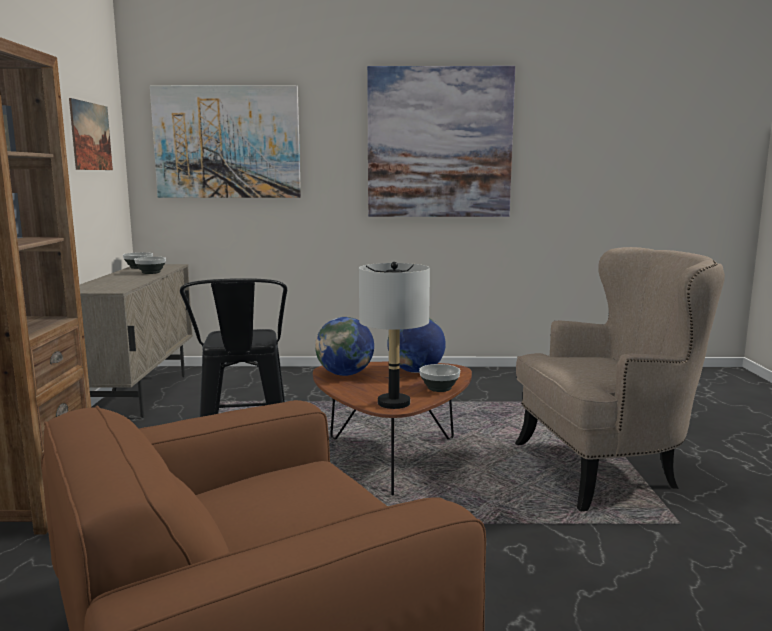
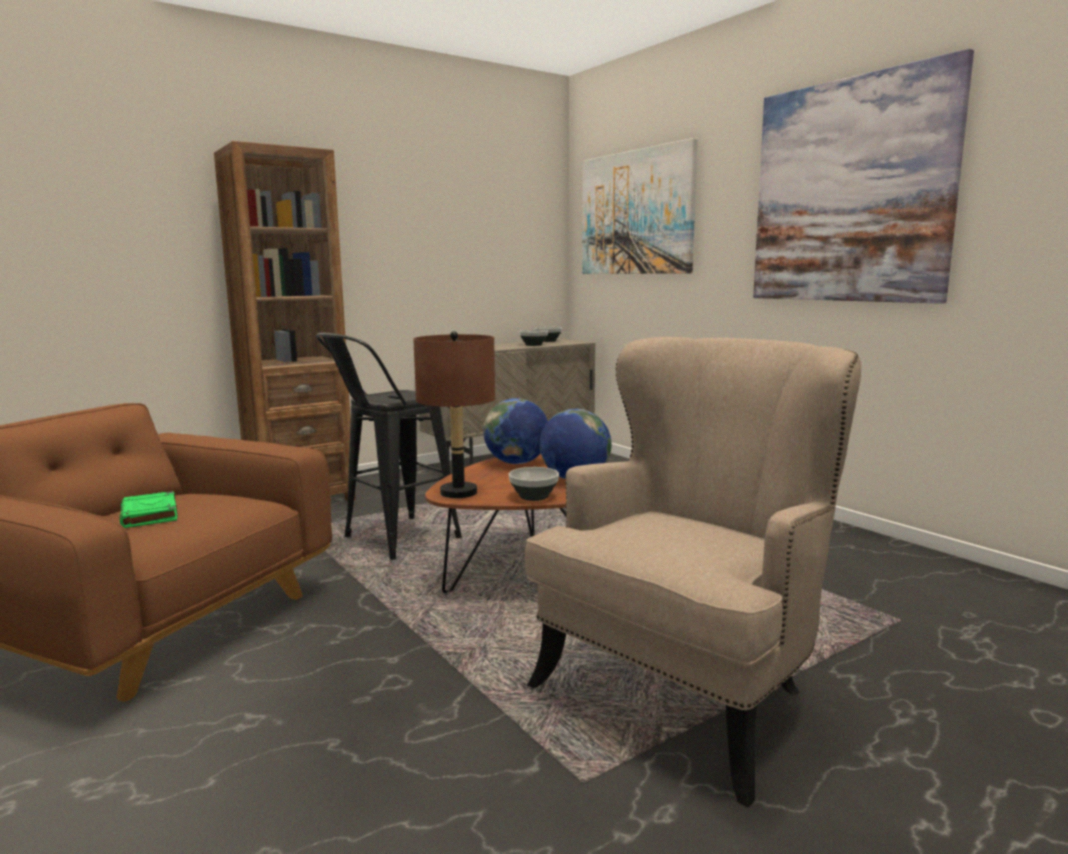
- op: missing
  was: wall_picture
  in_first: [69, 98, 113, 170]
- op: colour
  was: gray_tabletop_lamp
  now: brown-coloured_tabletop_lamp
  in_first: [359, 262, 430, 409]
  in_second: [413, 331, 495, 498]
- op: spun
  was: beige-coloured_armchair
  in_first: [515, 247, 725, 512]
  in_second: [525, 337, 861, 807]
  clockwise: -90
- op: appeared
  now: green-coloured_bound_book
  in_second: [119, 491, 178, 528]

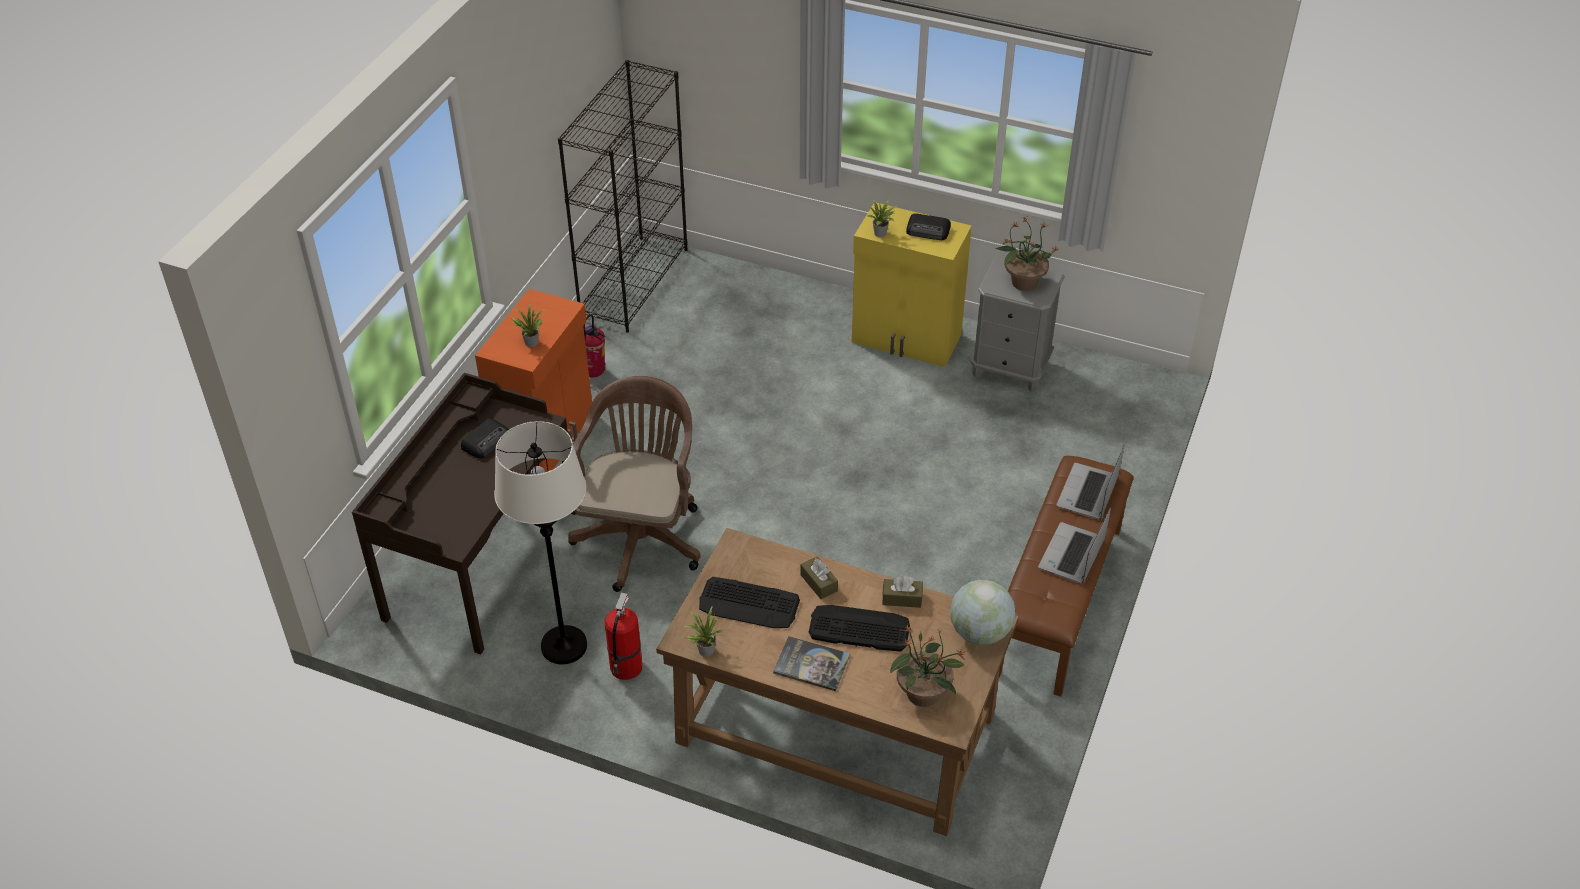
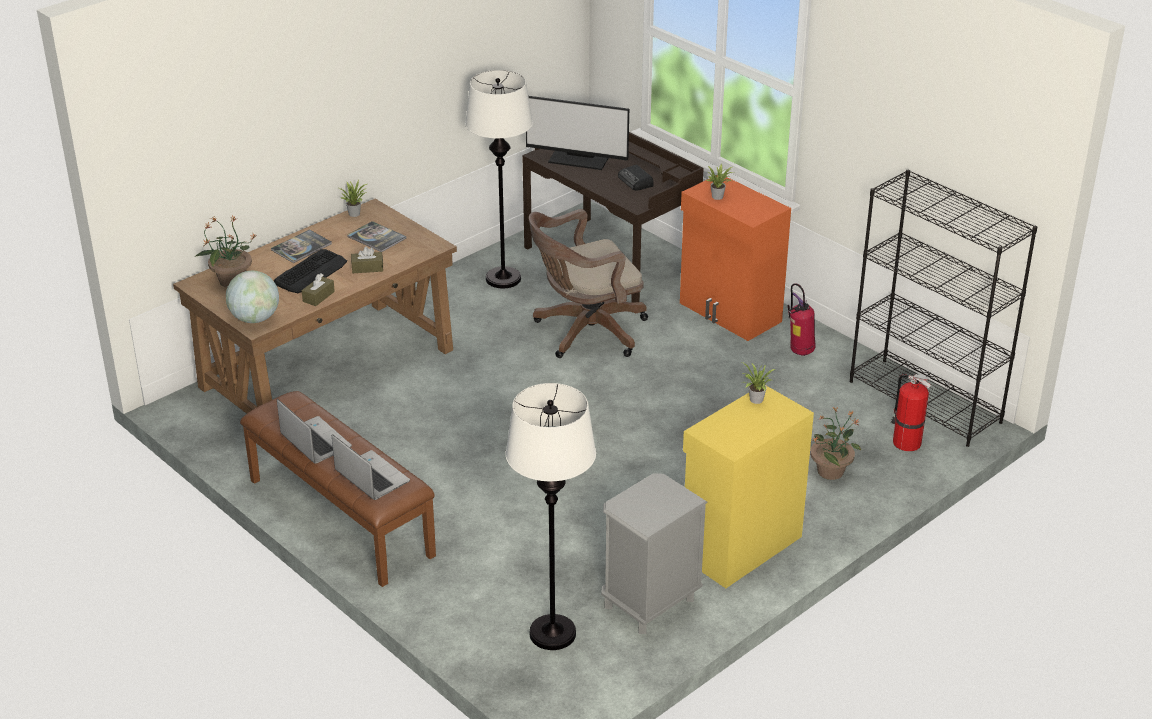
- op: spun
  was: brown-coloured_desk_chair
  in_first: [568, 376, 701, 592]
  in_second: [529, 209, 648, 358]
  clockwise: 120
- op: relocated
  was: extinguisher
  in_first: [605, 593, 642, 680]
  in_second: [891, 374, 931, 451]
- op: exchanged
  was: computer_keyboard
  now: bound_book
  in_first: [699, 577, 800, 628]
  in_second: [347, 221, 406, 252]
- op: missing
  was: radio_receiver
  in_first: [906, 213, 951, 240]
- op: relocated
  was: plant_in_a_pot
  in_first: [996, 217, 1059, 291]
  in_second: [810, 407, 861, 480]
- op: appeared
  now: white-coloured_standard_lamp
  in_second: [506, 383, 596, 650]
- op: appeared
  now: monitor
  in_second: [526, 96, 629, 170]

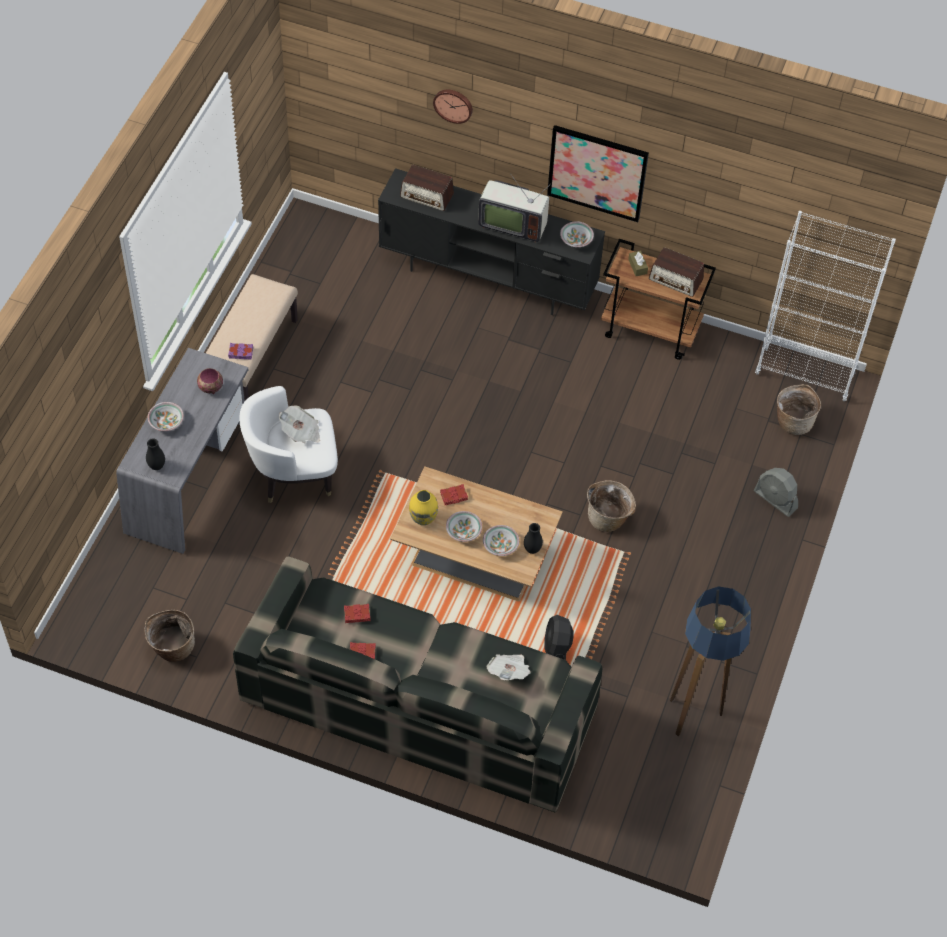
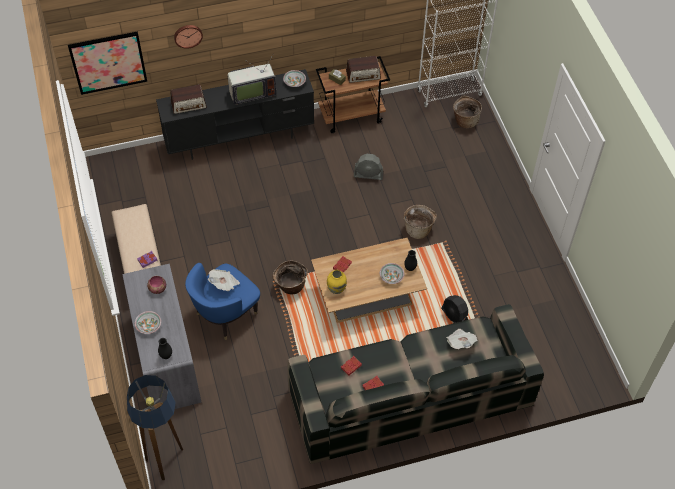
- op: relocated
  was: household_basket
  in_first: [144, 610, 195, 662]
  in_second: [273, 260, 308, 294]
- op: colour
  was: white-coloured_armchair
  now: bluish_armchair
  in_first: [239, 386, 338, 503]
  in_second: [185, 263, 260, 340]
- op: missing
  was: serving_bowl
  in_first: [446, 511, 482, 542]
- op: relocated
  was: wall_picture
  in_first: [547, 125, 649, 222]
  in_second: [68, 31, 147, 95]
- op: relocated
  was: standard_lamp
  in_first: [670, 587, 751, 737]
  in_second: [127, 375, 183, 481]
- op: relocated
  was: gray_cooling_fan
  in_first: [754, 468, 798, 517]
  in_second: [354, 154, 384, 180]

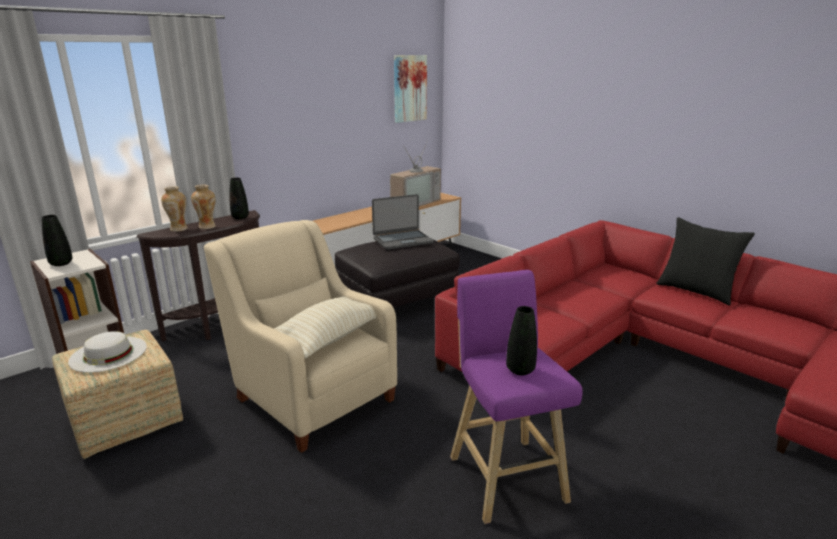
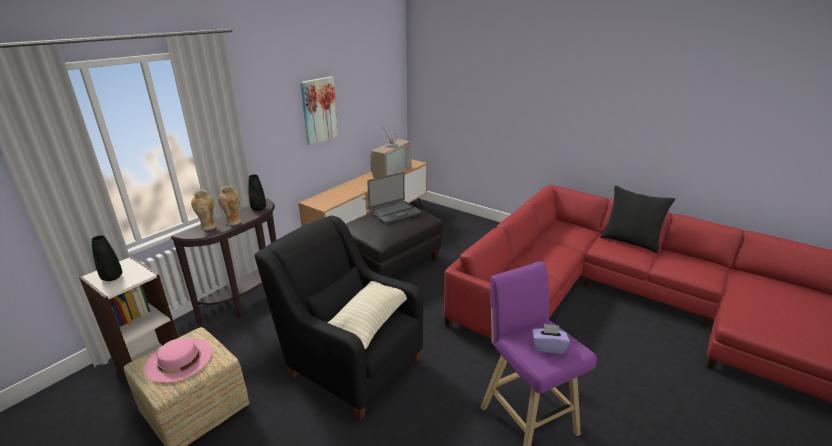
- op: colour
  was: white-coloured_clothing_hat
  now: pink_clothing_hat
  in_first: [68, 331, 147, 373]
  in_second: [144, 338, 212, 383]
- op: colour
  was: beige-coloured_armchair
  now: blackish_armchair
  in_first: [204, 220, 397, 453]
  in_second: [254, 216, 423, 420]
- op: relocated
  was: wall_picture
  in_first: [394, 55, 427, 123]
  in_second: [300, 76, 338, 145]
- op: exchanged
  was: blackish_decorative_vase
  now: purple-coloured_box_of_tissues
  in_first: [506, 306, 537, 375]
  in_second: [532, 324, 570, 354]

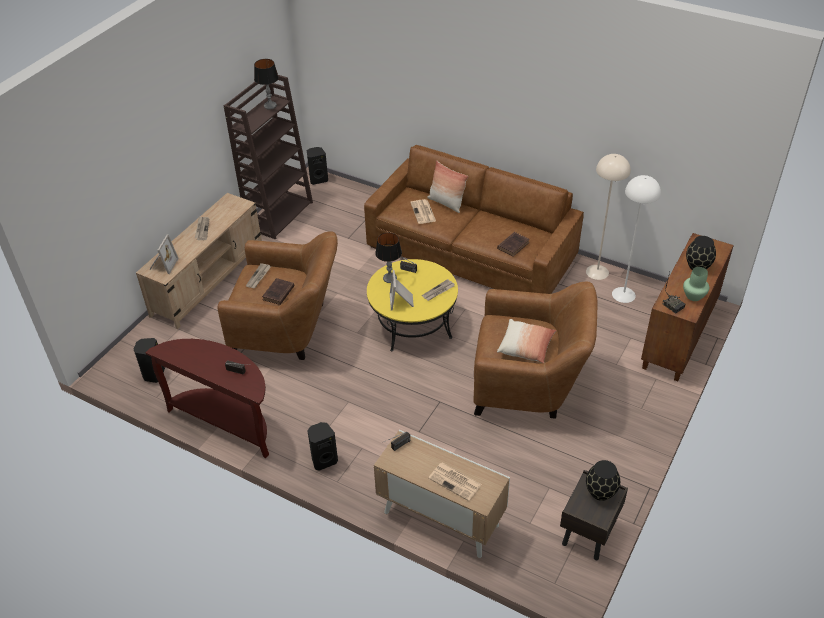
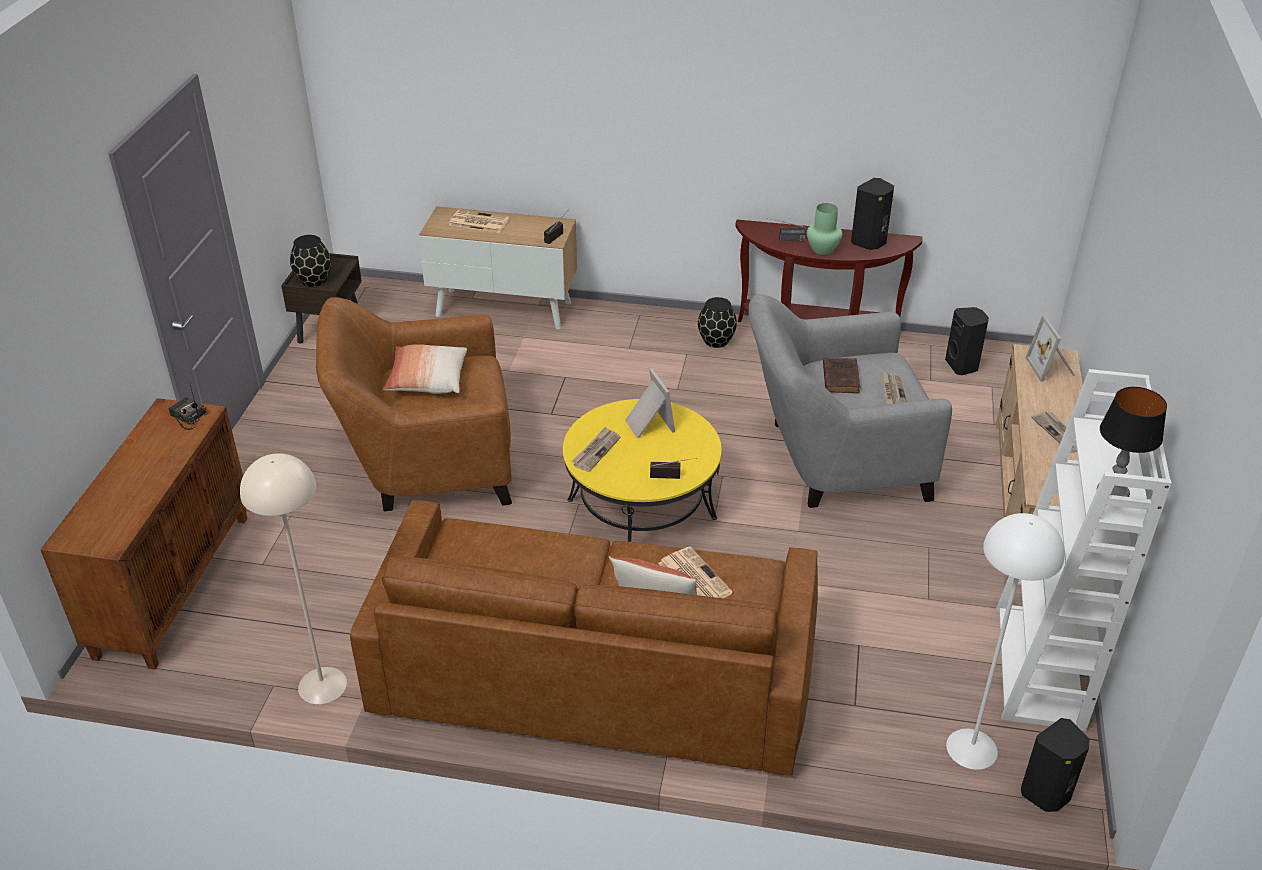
- op: colour
  was: brown-coloured_armchair
  now: gray_armchair
  in_first: [218, 231, 338, 360]
  in_second: [749, 294, 952, 508]
- op: colour
  was: brown-coloured_bookcase
  now: white-coloured_bookcase
  in_first: [224, 75, 313, 239]
  in_second: [996, 369, 1172, 731]
- op: relocated
  was: blackish_audio_speaker
  in_first: [307, 422, 338, 471]
  in_second: [851, 178, 894, 250]
- op: missing
  was: tabletop_lamp
  in_first: [375, 233, 402, 283]
- op: missing
  was: brown-coloured_bound_book
  in_first: [497, 232, 530, 257]
- op: relocated
  was: white-coloured_standard_lamp
  in_first: [612, 175, 661, 303]
  in_second: [946, 513, 1065, 770]
- op: relocated
  was: green-coloured_decorative_vase
  in_first: [683, 267, 709, 301]
  in_second: [807, 203, 842, 255]
- op: relocated
  was: blackish_decorative_vase
  in_first: [686, 236, 716, 270]
  in_second: [698, 297, 737, 348]

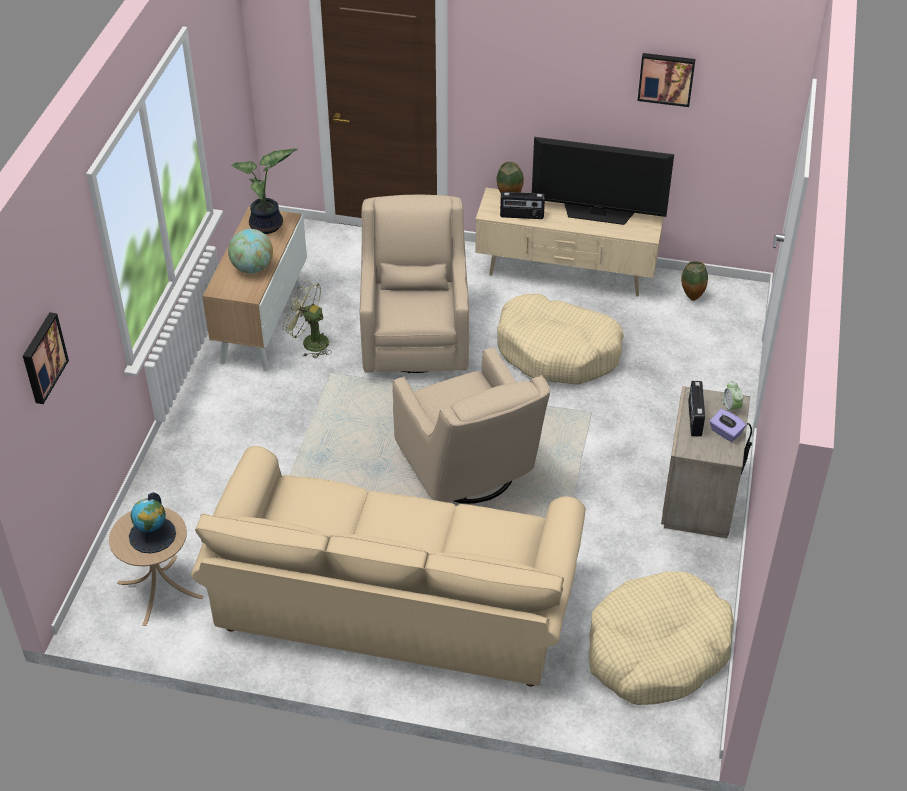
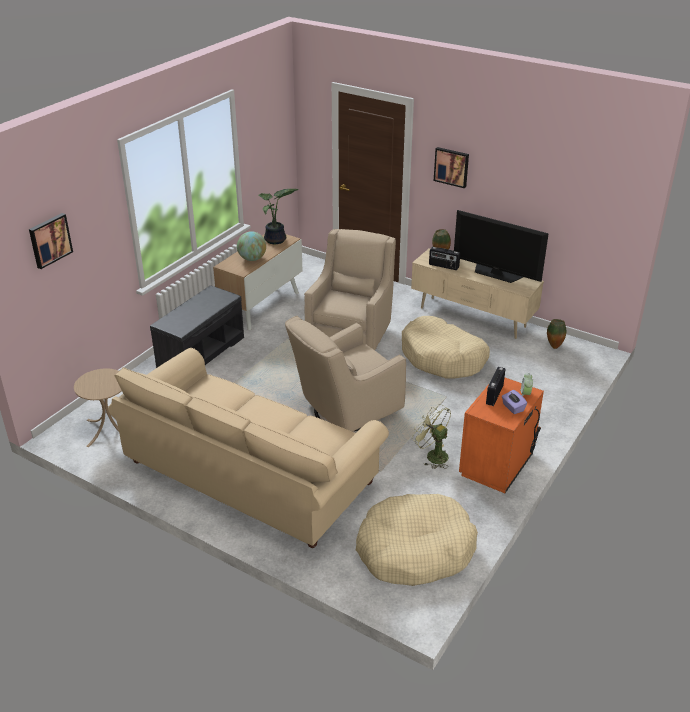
- op: missing
  was: desk_globe
  in_first: [129, 492, 176, 553]
- op: relocated
  was: green-coloured_cooling_fan
  in_first: [283, 280, 332, 358]
  in_second: [412, 404, 451, 469]
- op: spun
  was: beige-coloured_armchair
  in_first: [393, 347, 550, 504]
  in_second: [285, 316, 406, 432]
  clockwise: 60
- op: relocated
  was: wall_picture
  in_first: [638, 53, 695, 107]
  in_second: [434, 147, 469, 188]
- op: colour
  was: beige-coloured_night_table
  now: orangey_night_table
  in_first: [661, 386, 752, 538]
  in_second: [459, 377, 544, 493]
- op: appeared
  now: gray_bench
  in_second: [150, 285, 244, 368]

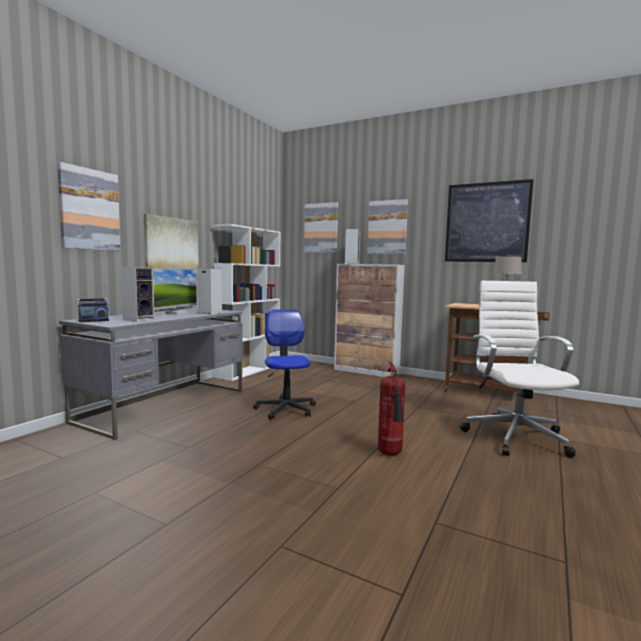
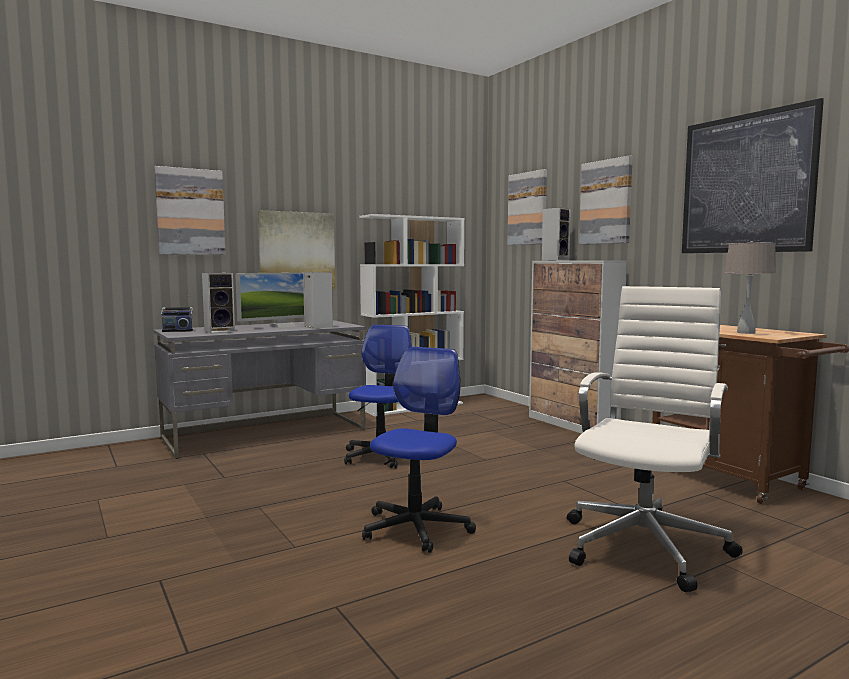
- op: exchanged
  was: extinguisher
  now: desk_chair
  in_first: [378, 362, 405, 456]
  in_second: [362, 347, 476, 553]

